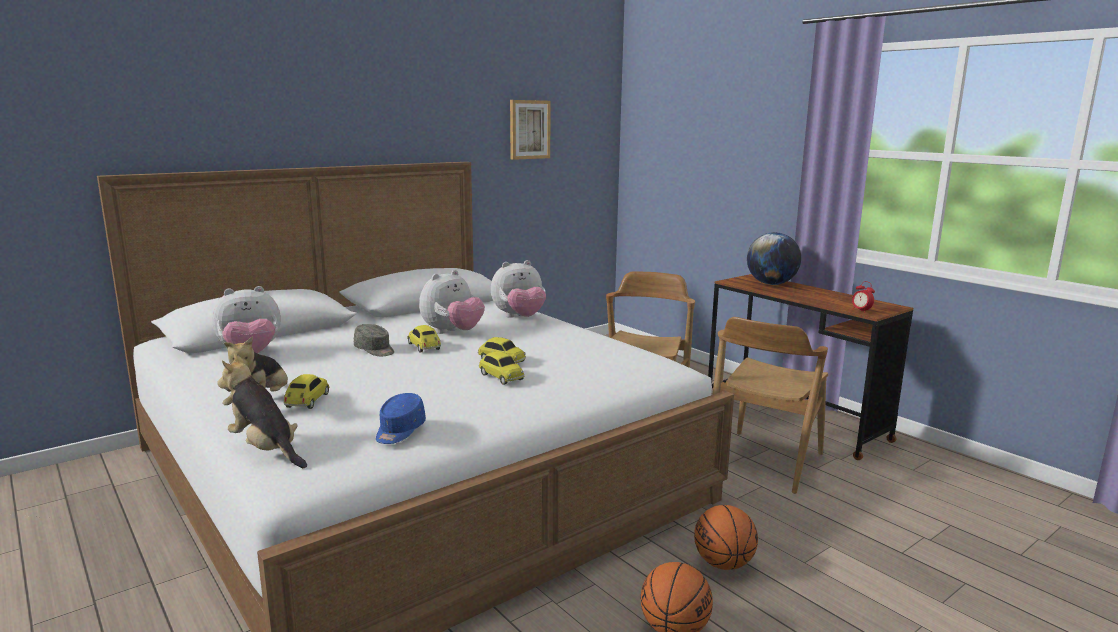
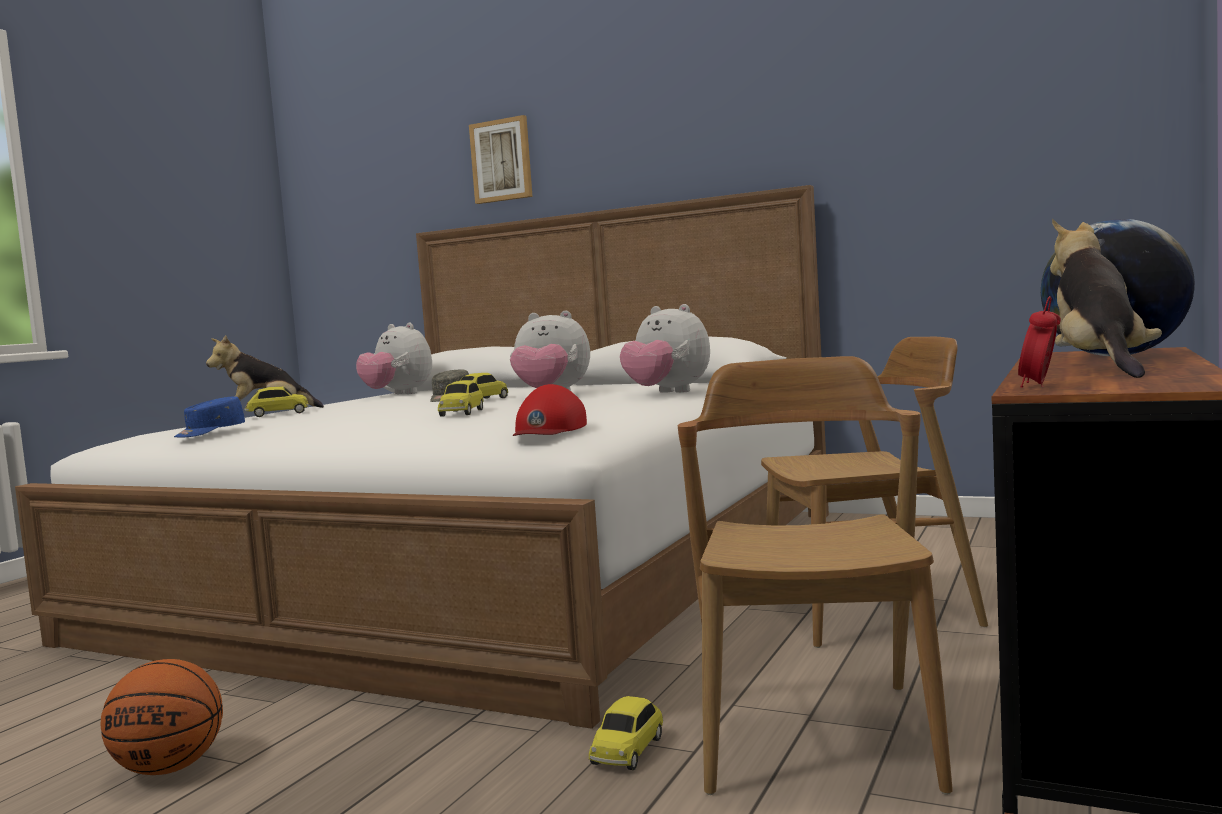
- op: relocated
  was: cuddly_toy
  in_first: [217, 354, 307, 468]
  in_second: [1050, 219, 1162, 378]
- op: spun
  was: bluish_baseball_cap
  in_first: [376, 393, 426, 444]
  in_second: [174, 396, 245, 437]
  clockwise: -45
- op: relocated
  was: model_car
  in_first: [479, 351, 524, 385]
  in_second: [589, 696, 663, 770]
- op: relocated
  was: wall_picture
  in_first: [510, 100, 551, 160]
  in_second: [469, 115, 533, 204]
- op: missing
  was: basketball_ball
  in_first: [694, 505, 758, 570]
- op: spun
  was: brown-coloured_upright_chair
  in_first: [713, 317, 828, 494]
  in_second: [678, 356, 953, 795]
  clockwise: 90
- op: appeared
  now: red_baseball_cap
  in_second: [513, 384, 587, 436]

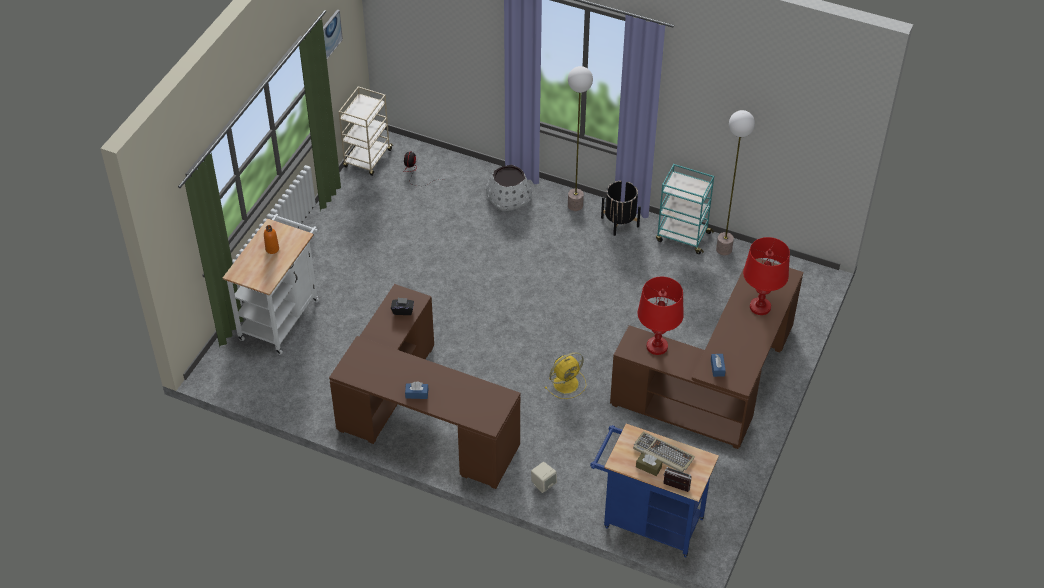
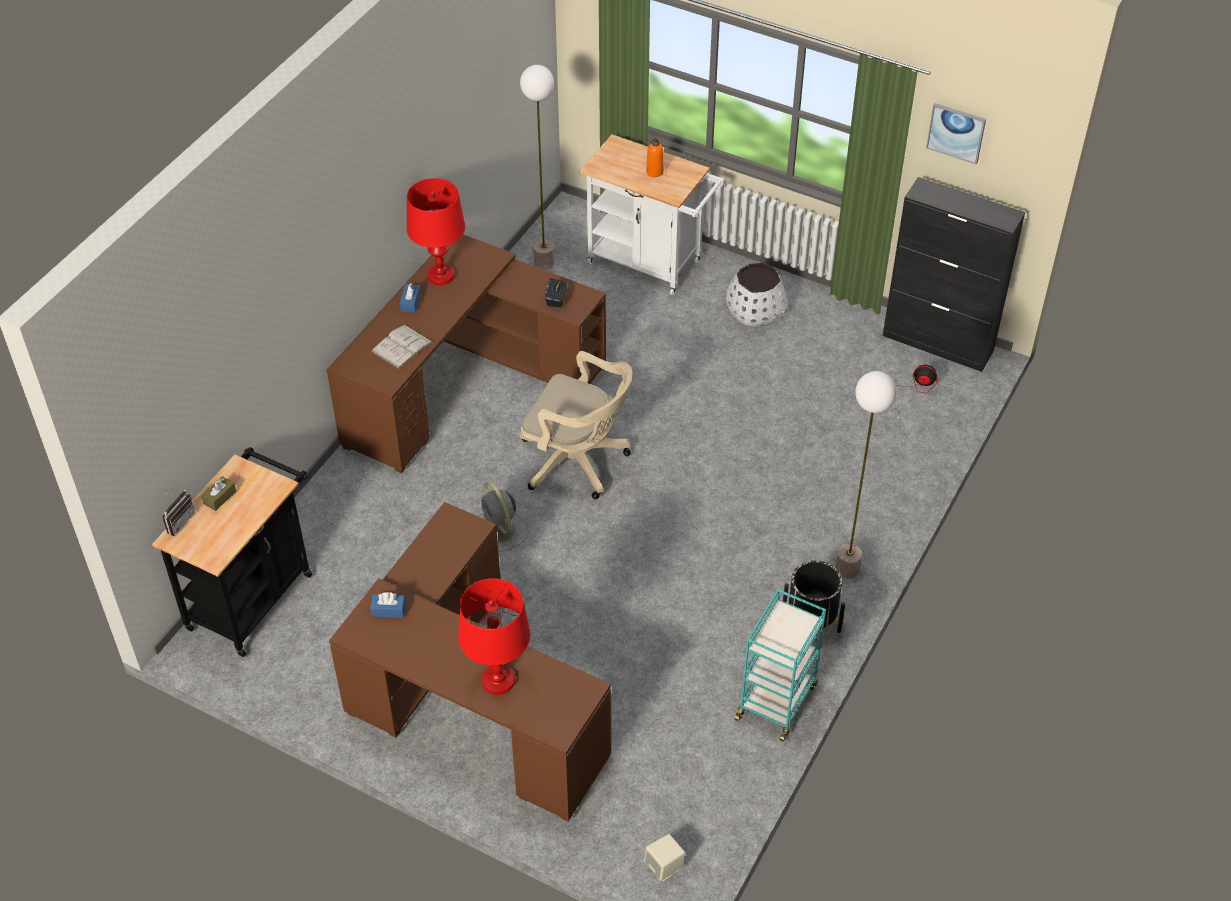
- op: exchanged
  was: beige-coloured_trolley
  now: blackish_cabinet
  in_first: [339, 86, 392, 176]
  in_second: [883, 177, 1025, 372]
- op: relocated
  was: white-coloured_plant_pot
  in_first: [486, 165, 532, 211]
  in_second: [725, 263, 788, 326]
- op: relocated
  was: beige-coloured_audio_speaker
  in_first: [531, 462, 557, 493]
  in_second: [644, 834, 685, 881]
- op: colour
  was: yellow_cooling_fan
  now: gray_cooling_fan
  in_first: [545, 352, 586, 399]
  in_second: [479, 481, 528, 552]
- op: colour
  was: bluish_trolley
  now: blackish_trolley
  in_first: [590, 424, 719, 557]
  in_second: [152, 447, 312, 657]
- op: missing
  was: computer_keyboard
  in_first: [633, 431, 695, 472]
- op: relocated
  was: red_tabletop_lamp
  in_first: [637, 277, 684, 355]
  in_second: [407, 178, 465, 285]
- op: relocated
  was: standard_lamp
  in_first: [716, 110, 755, 255]
  in_second: [520, 65, 555, 270]
- op: appeared
  now: white-coloured_bound_book
  in_second: [371, 325, 433, 370]
- op: appeared
  now: beige-coloured_desk_chair
  in_second: [520, 351, 632, 499]

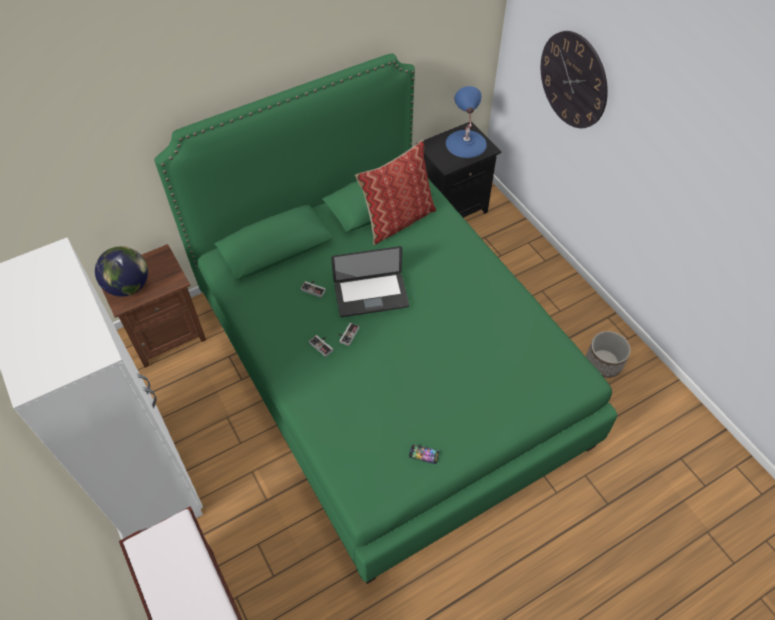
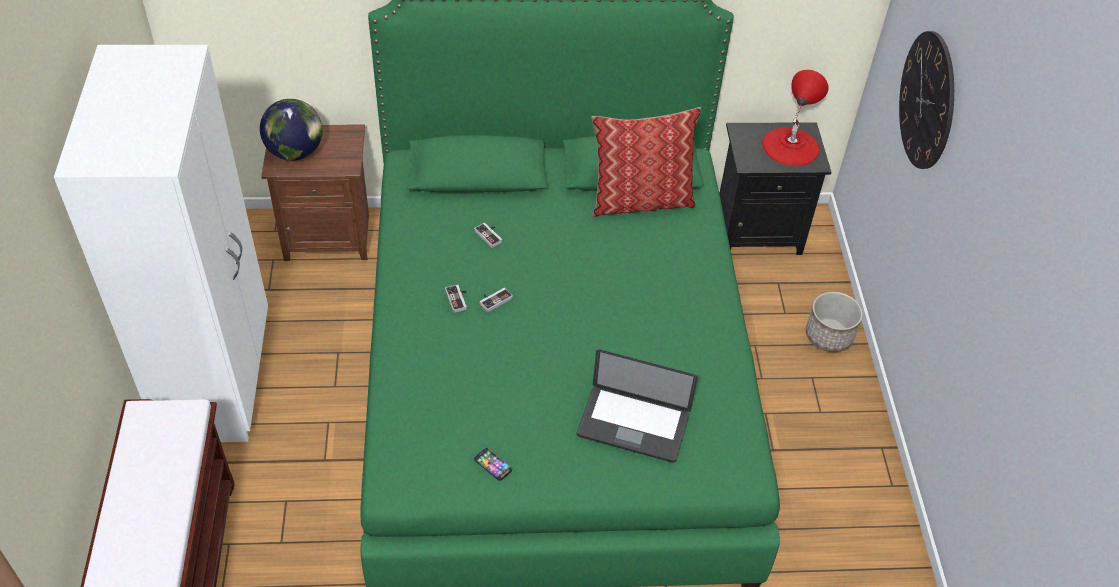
- op: relocated
  was: portable_computer
  in_first: [331, 246, 409, 317]
  in_second: [577, 349, 698, 463]
- op: colour
  was: bluish_tabletop_lamp
  now: red_tabletop_lamp
  in_first: [446, 86, 487, 158]
  in_second: [762, 70, 829, 166]
- op: relocated
  was: plant_pot
  in_first: [586, 331, 631, 378]
  in_second: [806, 292, 863, 352]

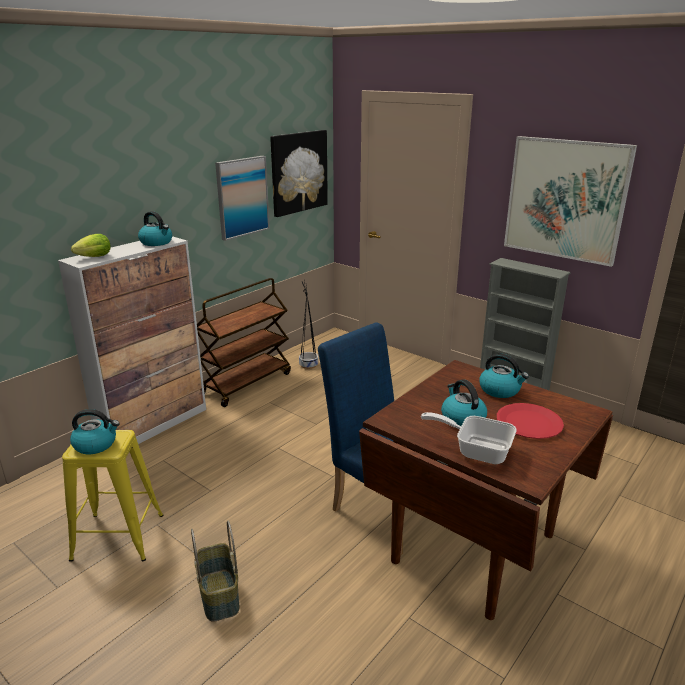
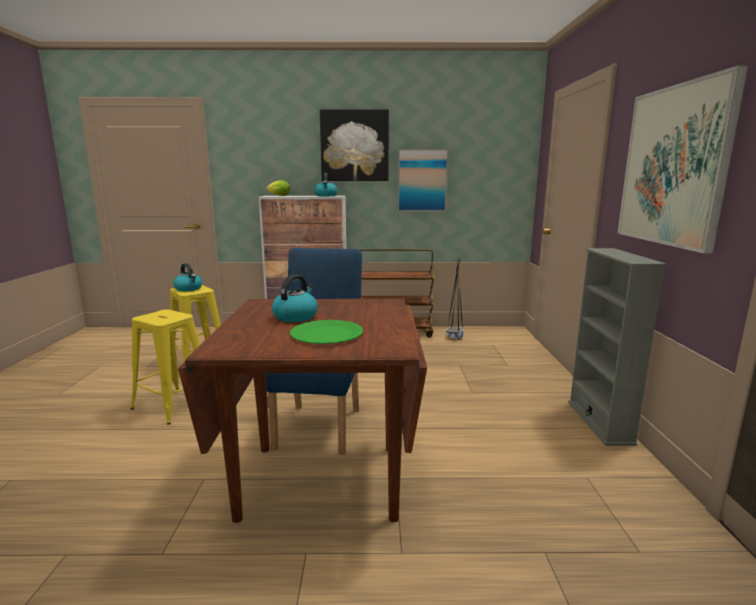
- op: exchanged
  was: household_basket
  now: yellow_stool_seat
  in_first: [191, 521, 240, 622]
  in_second: [130, 309, 200, 424]
- op: relocated
  was: wall_picture
  in_first: [270, 130, 328, 217]
  in_second: [320, 109, 389, 181]
- op: missing
  was: frying_pan
  in_first: [421, 412, 517, 464]
- op: missing
  was: kettle
  in_first: [479, 354, 529, 398]
- op: colour
  was: red_flat_dish
  now: green-coloured_flat_dish
  in_first: [497, 403, 564, 439]
  in_second: [290, 320, 363, 344]

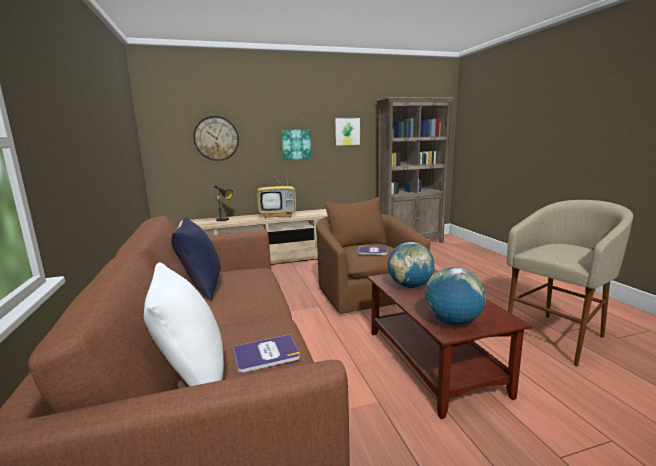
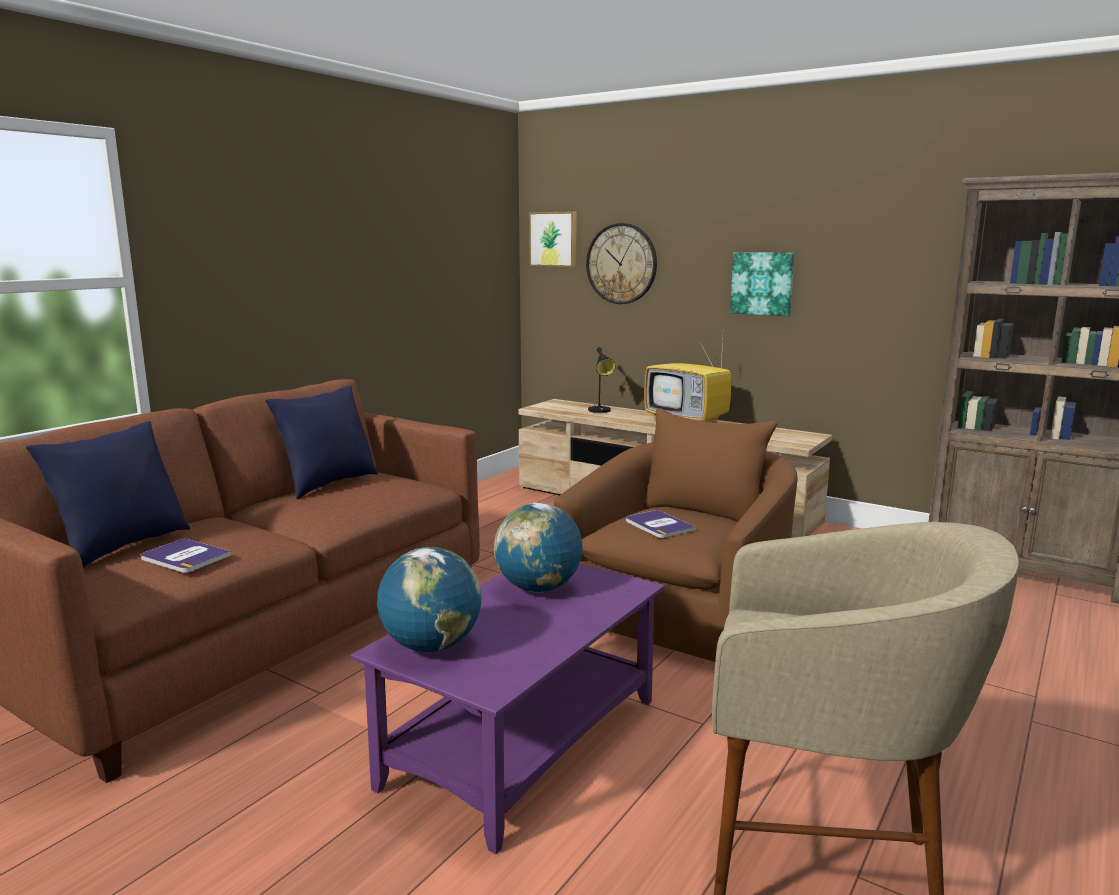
- op: colour
  was: white-coloured_cushion
  now: bluish_cushion
  in_first: [144, 262, 224, 387]
  in_second: [26, 421, 190, 568]
- op: relocated
  was: wall_picture
  in_first: [333, 117, 361, 146]
  in_second: [529, 211, 576, 267]
- op: colour
  was: brown-coloured_coffee_table
  now: purple-coloured_coffee_table
  in_first: [367, 269, 532, 419]
  in_second: [351, 563, 664, 854]

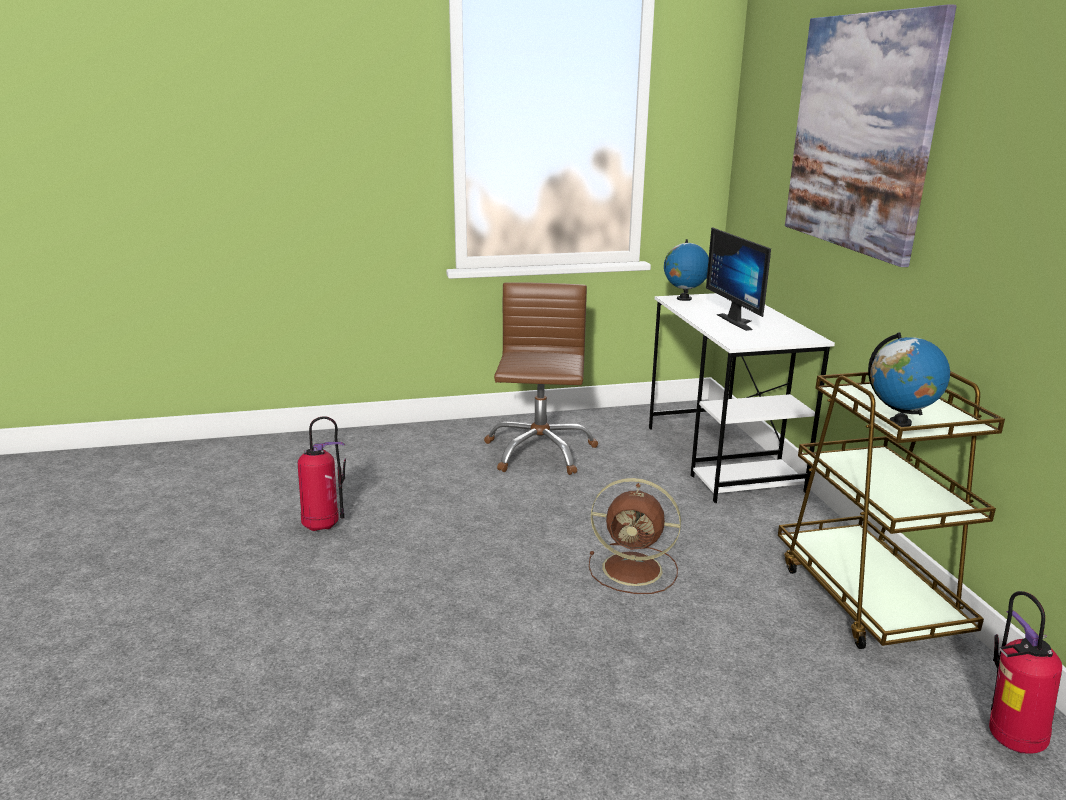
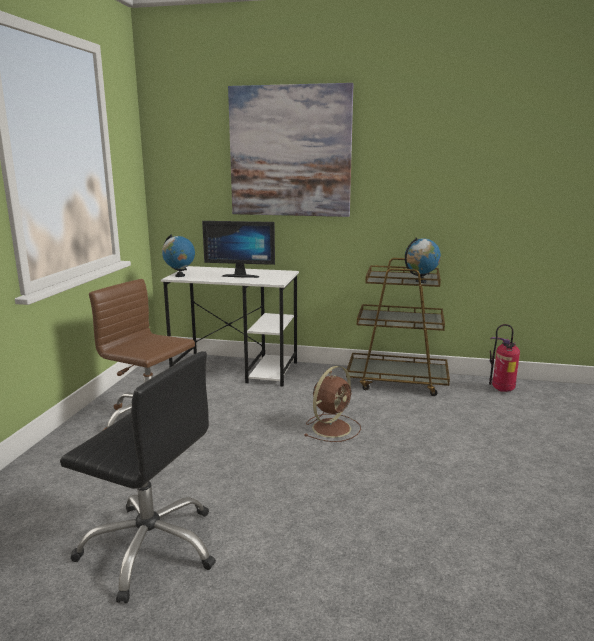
- op: exchanged
  was: extinguisher
  now: blackish_desk_chair
  in_first: [298, 416, 346, 531]
  in_second: [60, 351, 216, 603]

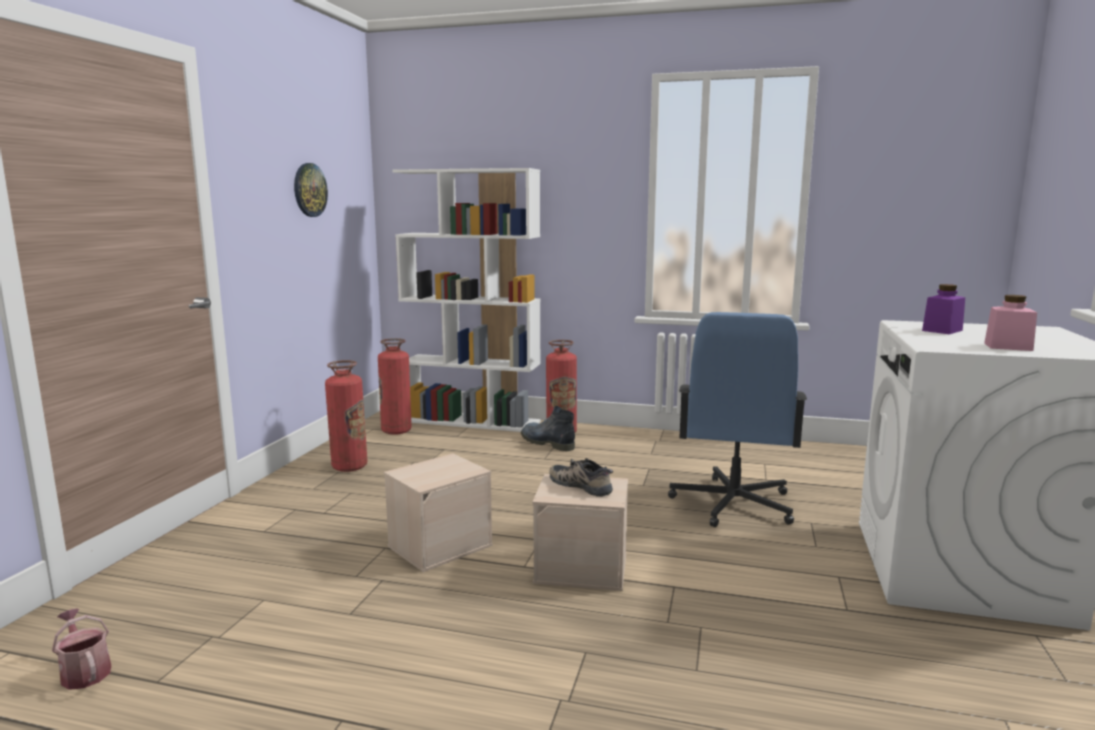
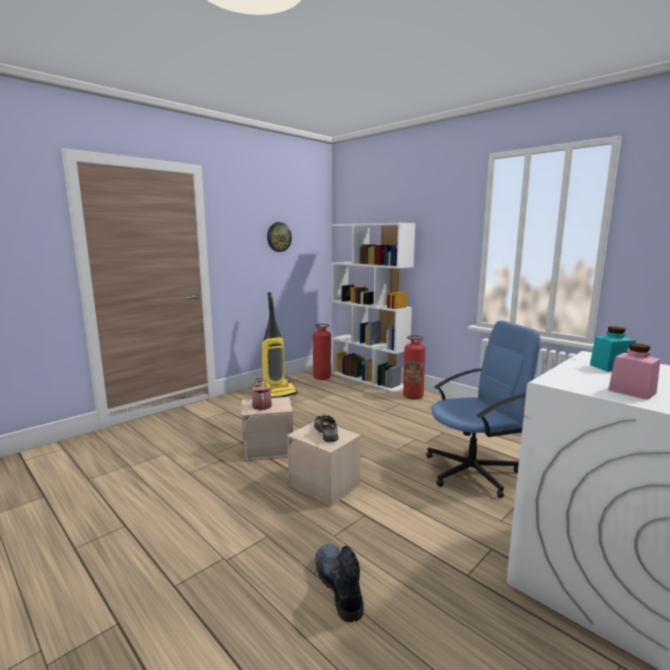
- op: relocated
  was: watering_pot
  in_first: [52, 608, 111, 690]
  in_second: [251, 378, 272, 410]
- op: exchanged
  was: extinguisher
  now: vacuum_cleaner
  in_first: [325, 360, 367, 472]
  in_second: [257, 292, 297, 398]
- op: relocated
  was: tall_boot
  in_first: [521, 406, 575, 451]
  in_second: [316, 544, 364, 622]
- op: spun
  was: bluish_desk_chair
  in_first: [668, 312, 807, 527]
  in_second: [426, 320, 540, 498]
  clockwise: -150
- op: colour
  was: purple-coloured_preserve_jar
  now: turquoise_preserve_jar
  in_first: [922, 284, 965, 334]
  in_second: [590, 326, 636, 372]

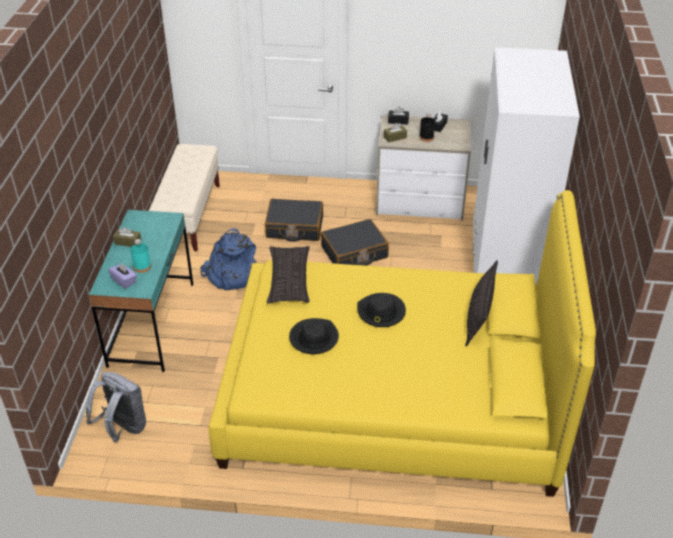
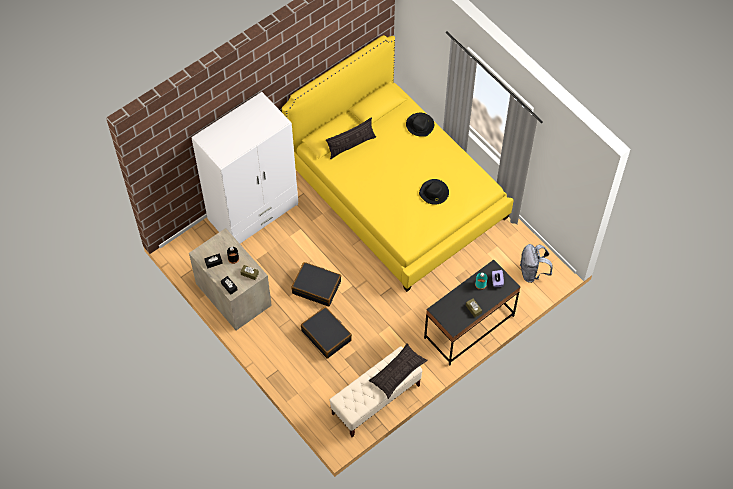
- op: colour
  was: turquoise_desk
  now: blackish_desk
  in_first: [89, 210, 193, 372]
  in_second: [424, 260, 520, 366]
- op: missing
  was: bluish_knapsack
  in_first: [200, 228, 257, 290]
- op: relocated
  was: cushion
  in_first: [267, 246, 310, 304]
  in_second: [369, 343, 427, 399]
- op: relocated
  was: blackish_clothing_hat
  in_first: [357, 293, 406, 327]
  in_second: [406, 113, 434, 137]

